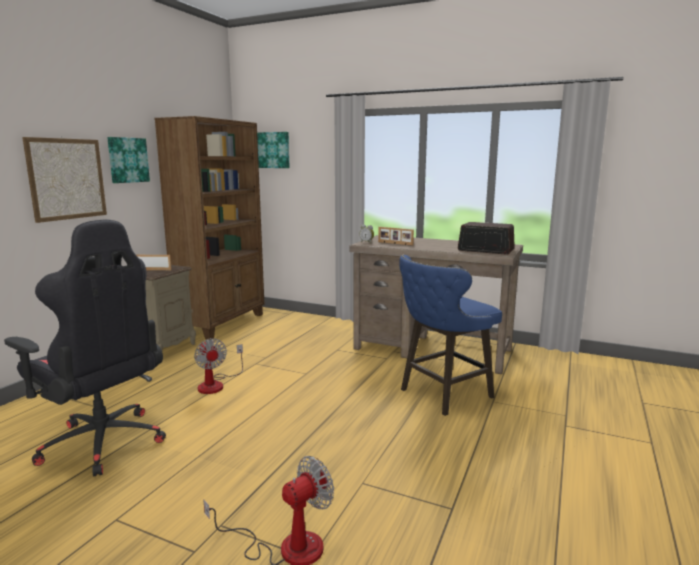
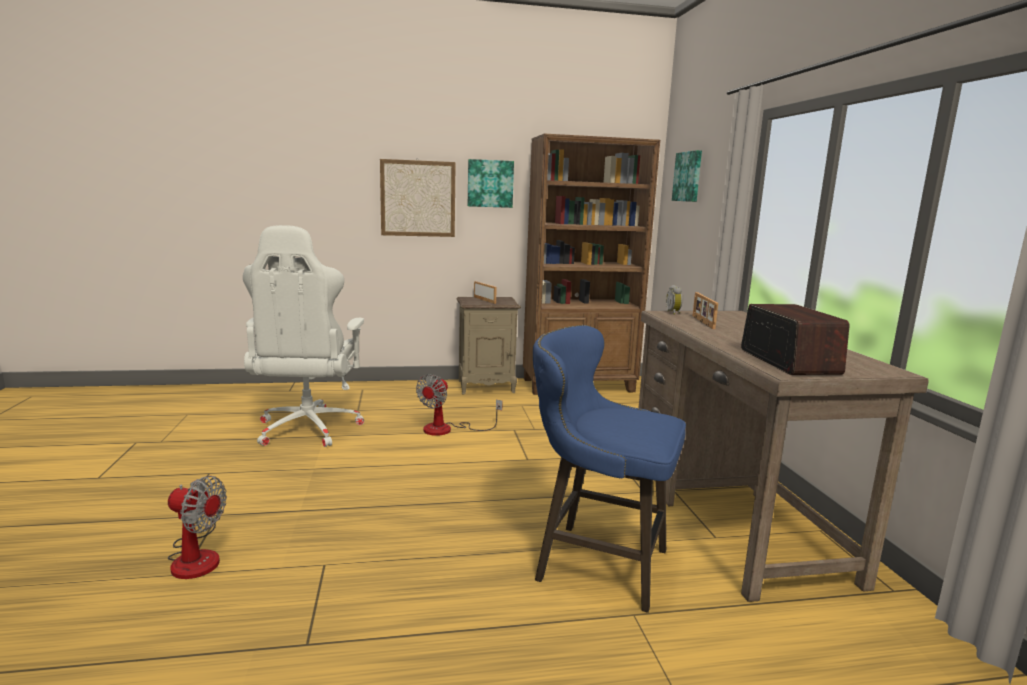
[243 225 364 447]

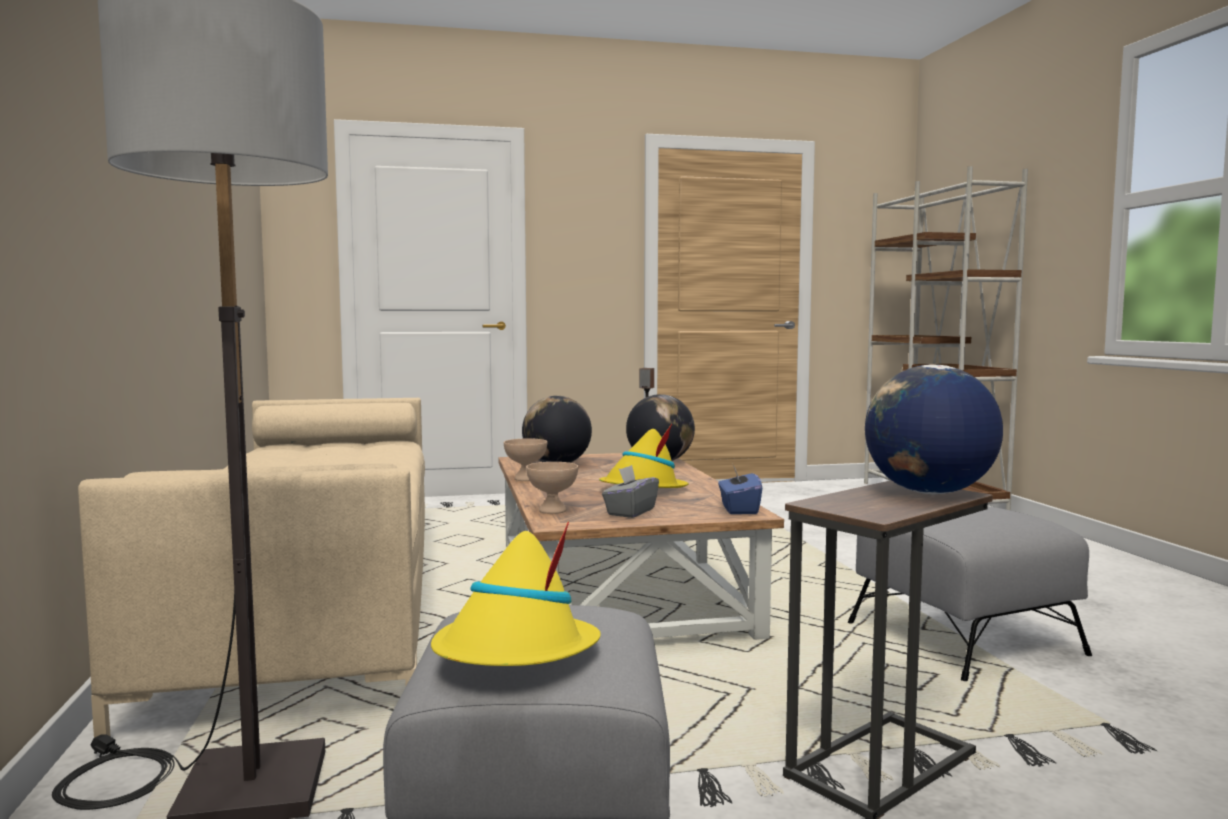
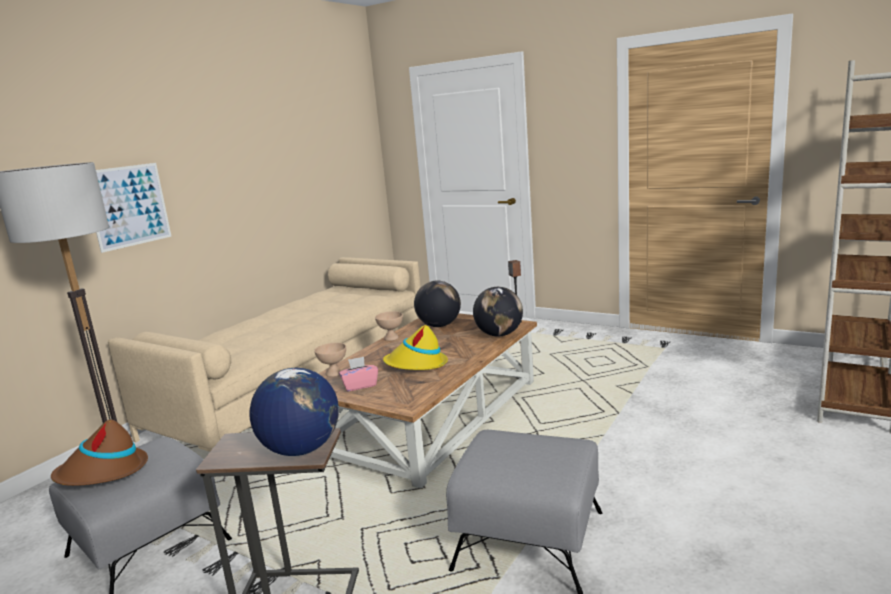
[51 420 148 486]
[339 357 378 391]
[718 465 762 514] (first image)
[96 163 172 253]

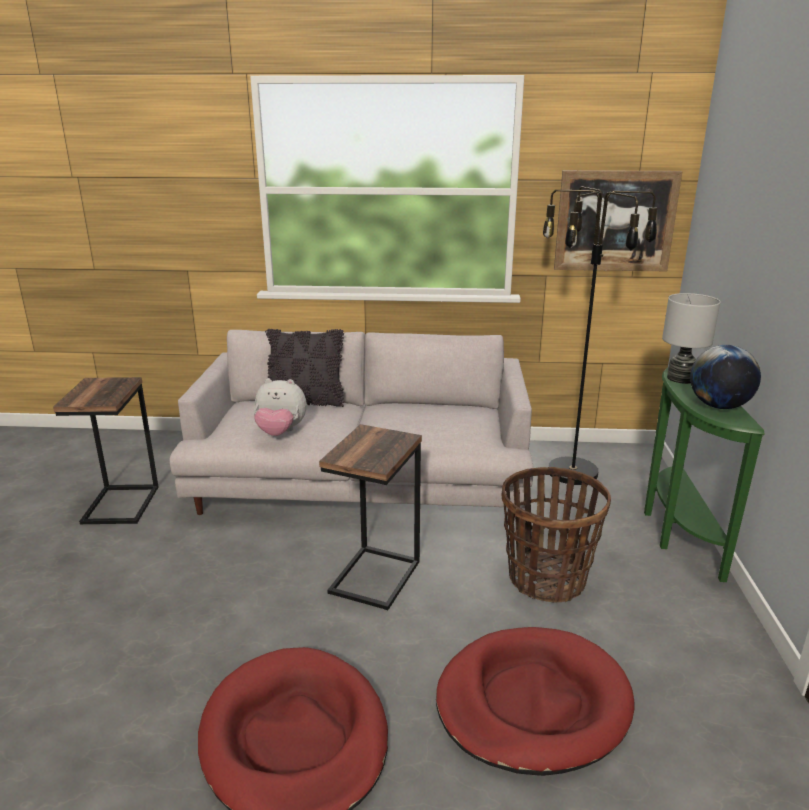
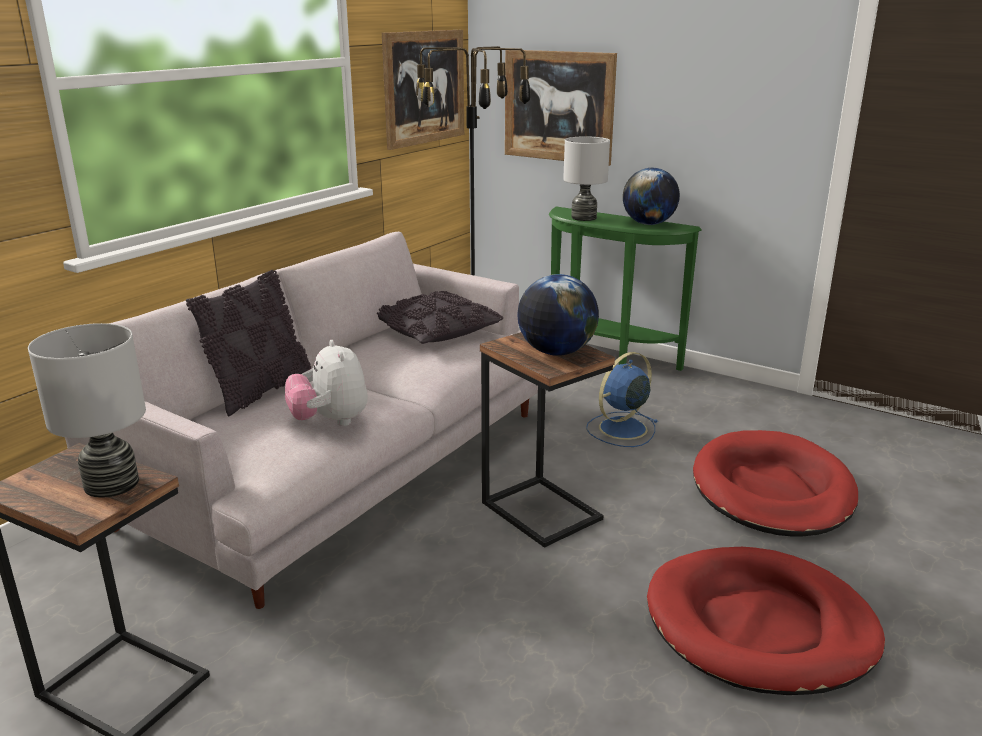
[285 340 368 426]
[586 352 658 447]
[28 323 146 498]
[377 291 503 344]
[505 50 617 166]
[517 274 599 356]

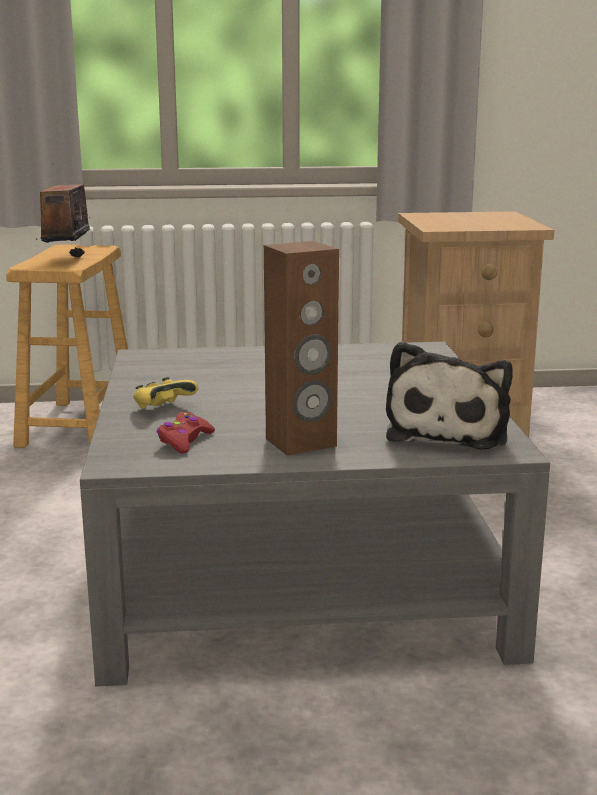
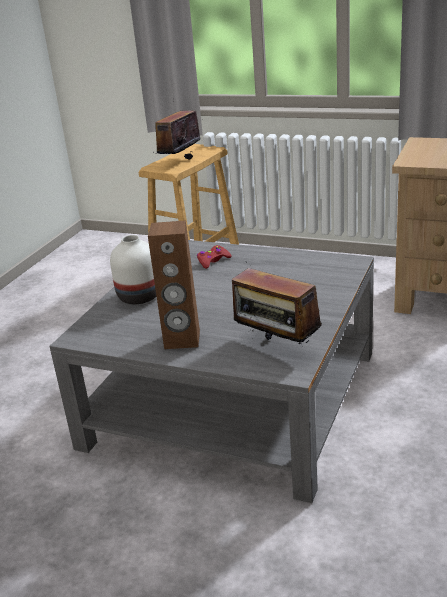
[110 235 156 304]
[197 245 232 269]
[232 262 322 345]

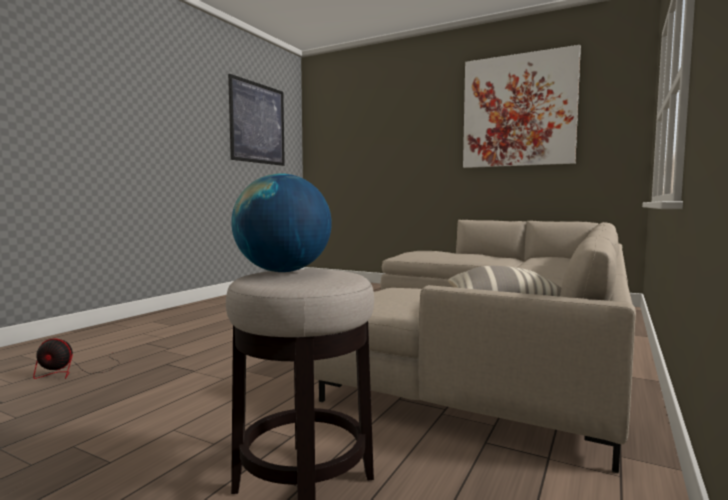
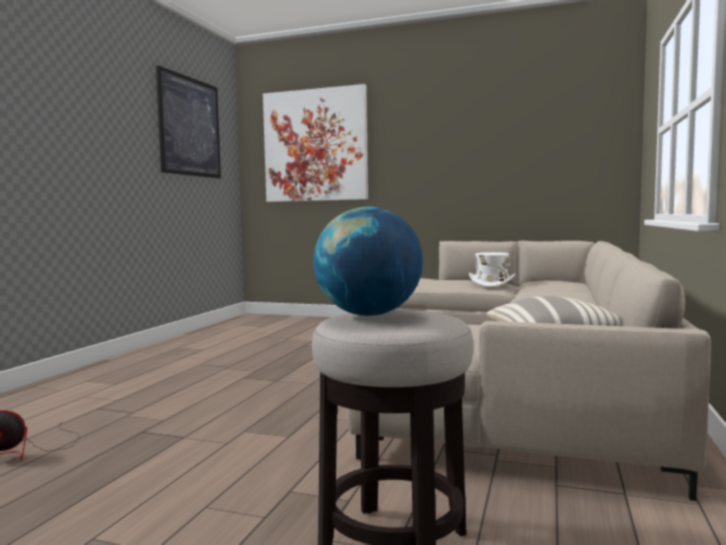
[263 84 368 202]
[469 252 515 287]

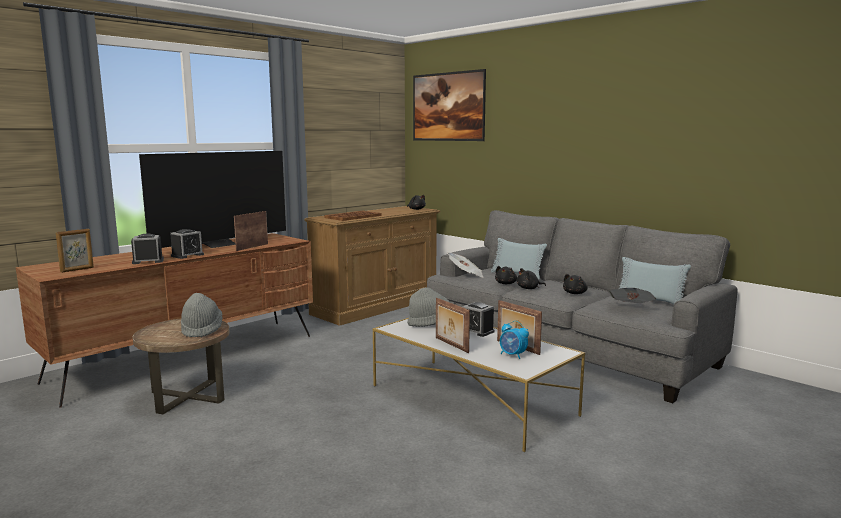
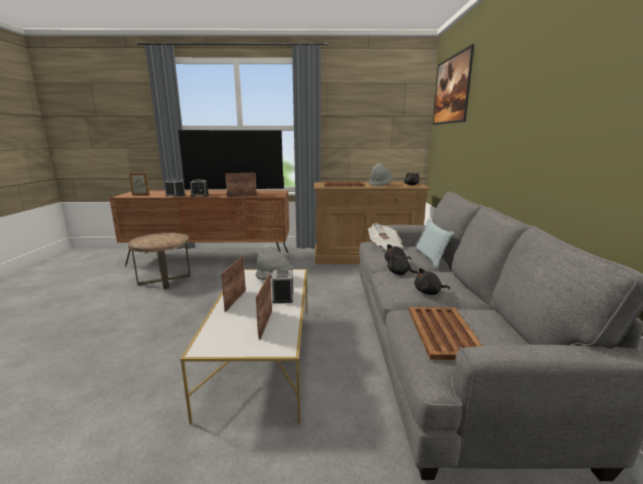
[369 163 393 187]
[500 321 529 359] (first image)
[409 307 482 360]
[619 257 691 305] (first image)

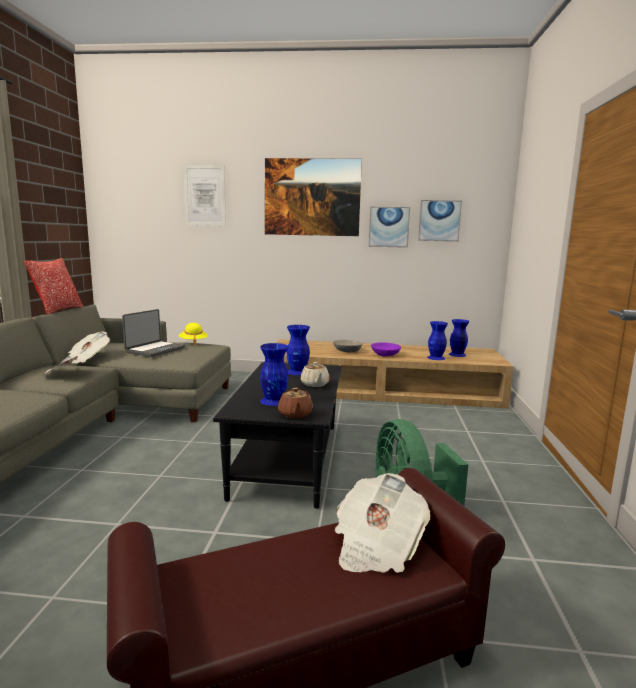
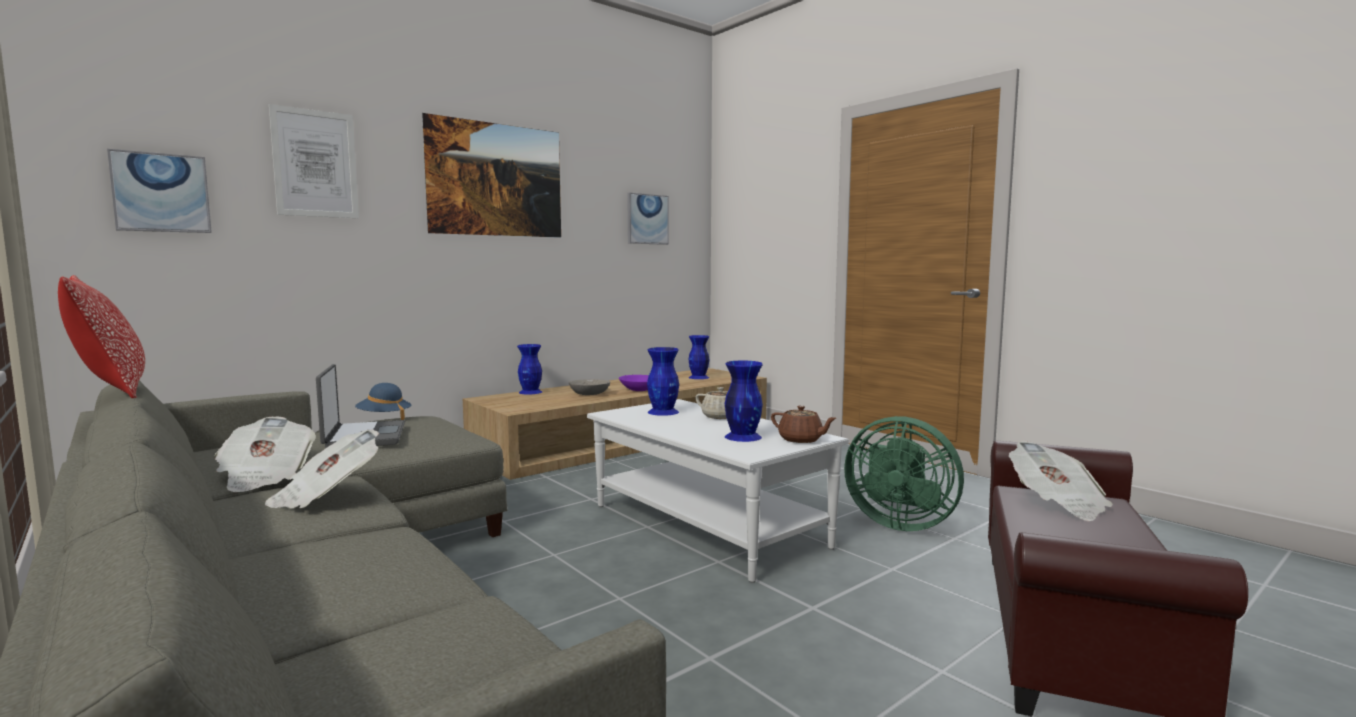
[355 383 412 420]
[587 399 849 583]
[107 149 212 233]
[517 344 542 395]

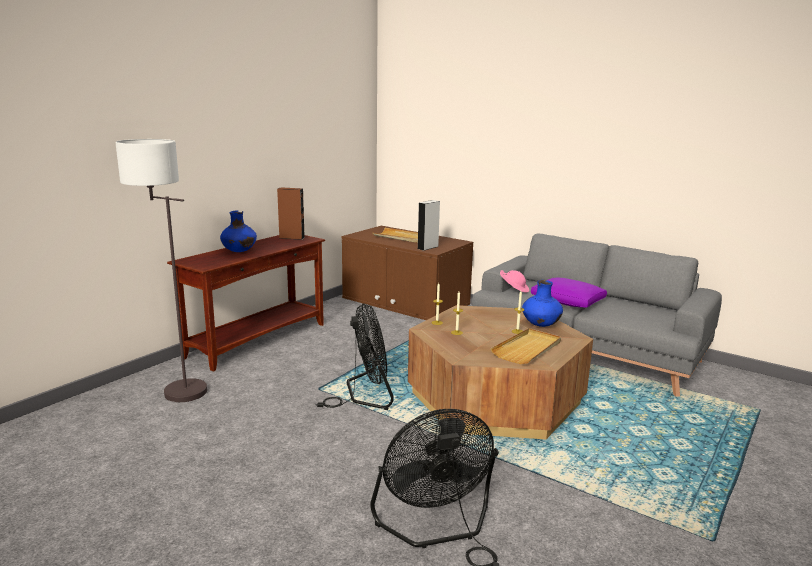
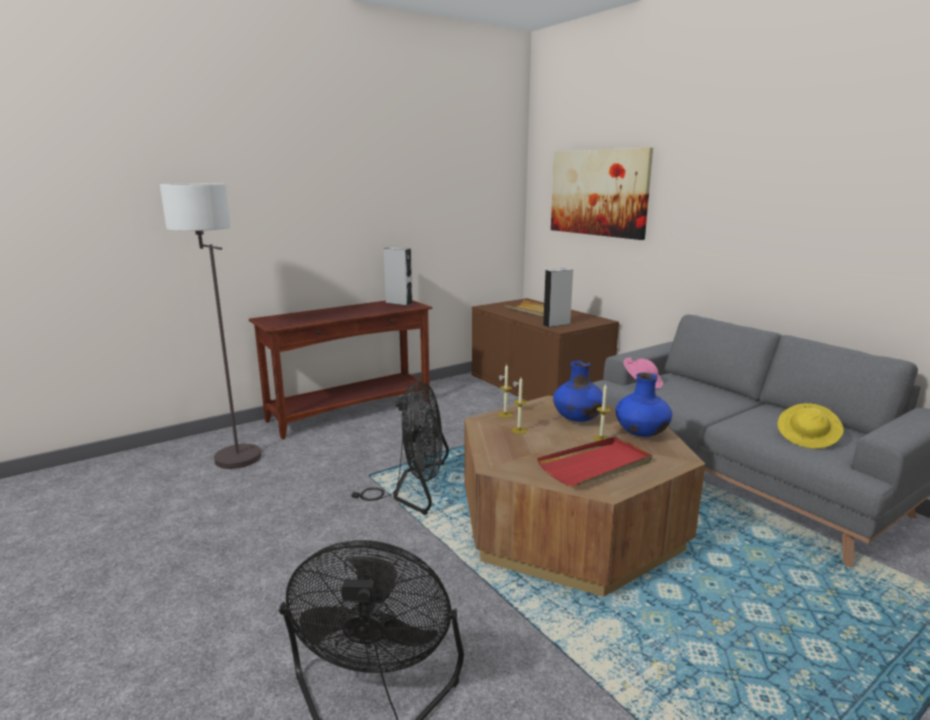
[553 361 603 422]
[384 247 412 306]
[537 436 652 487]
[531 278 607 308] (first image)
[551 148 653 240]
[778 403 844 449]

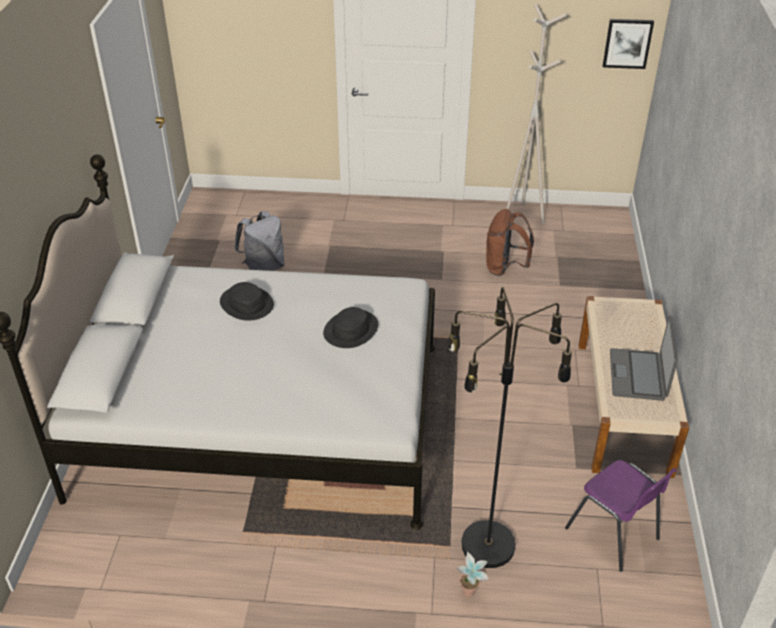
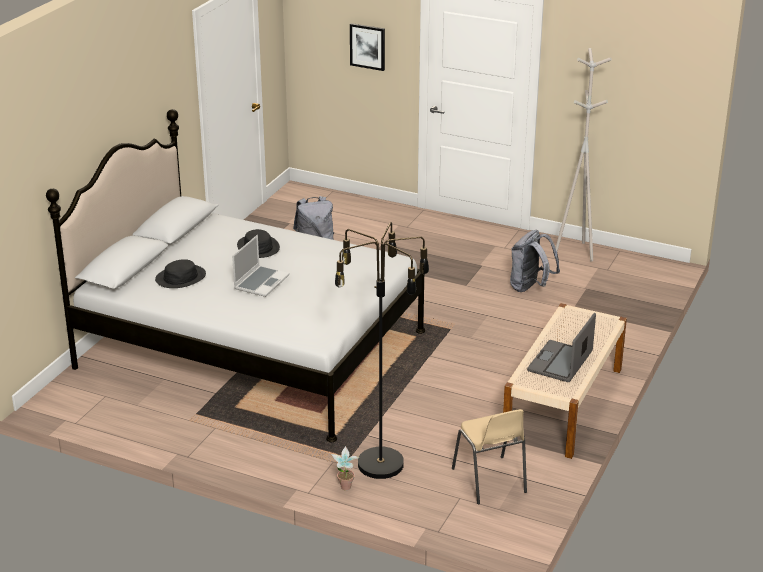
[155 259 206 288]
[510 230 560 292]
[452 409 527 504]
[350 23 385 71]
[232 235 289 297]

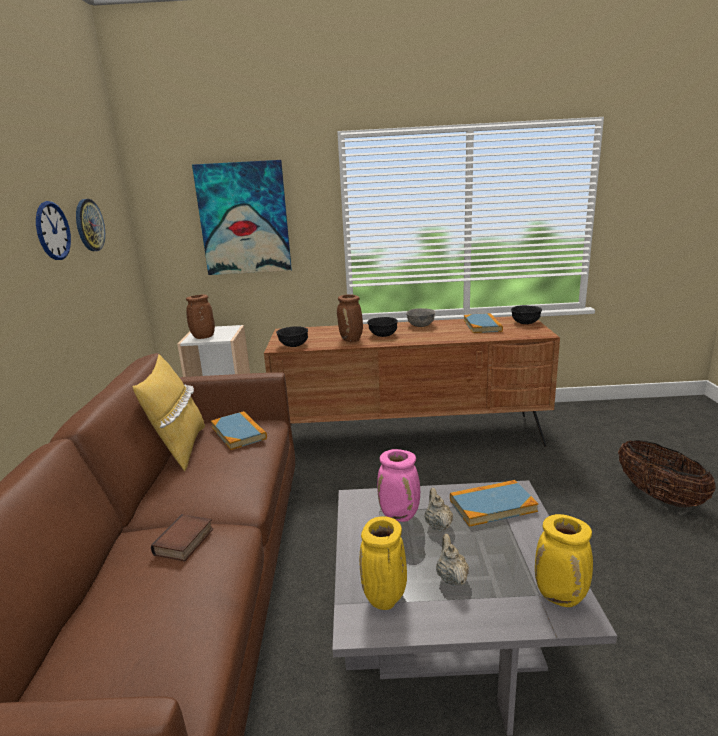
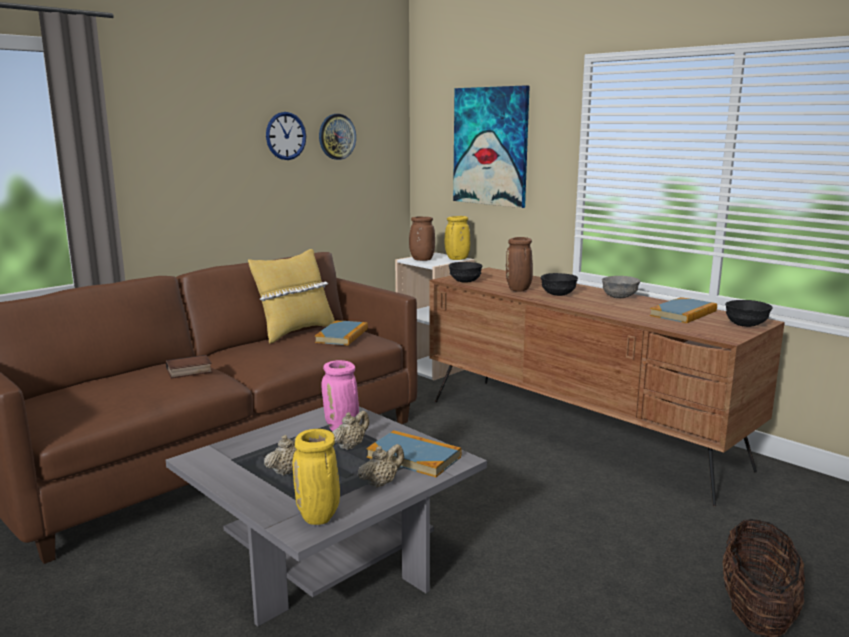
[445 216 470 260]
[358 444 404 488]

